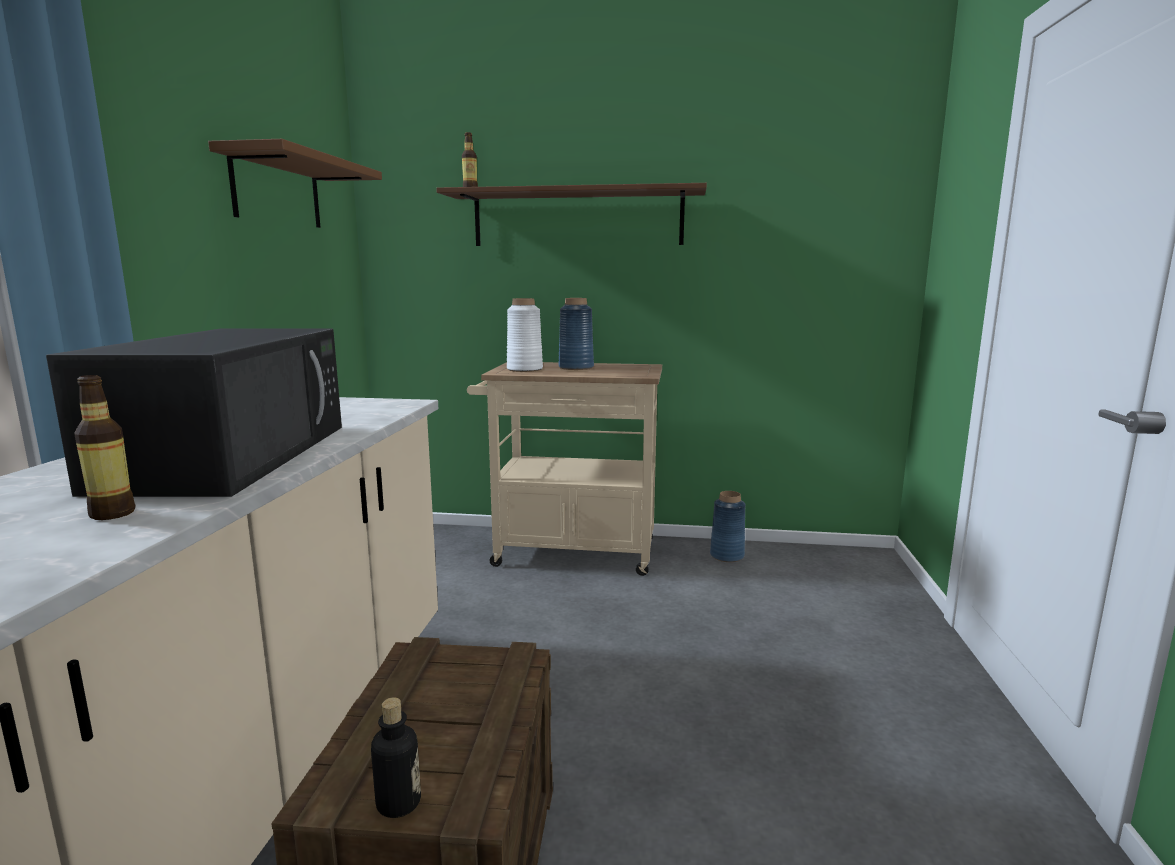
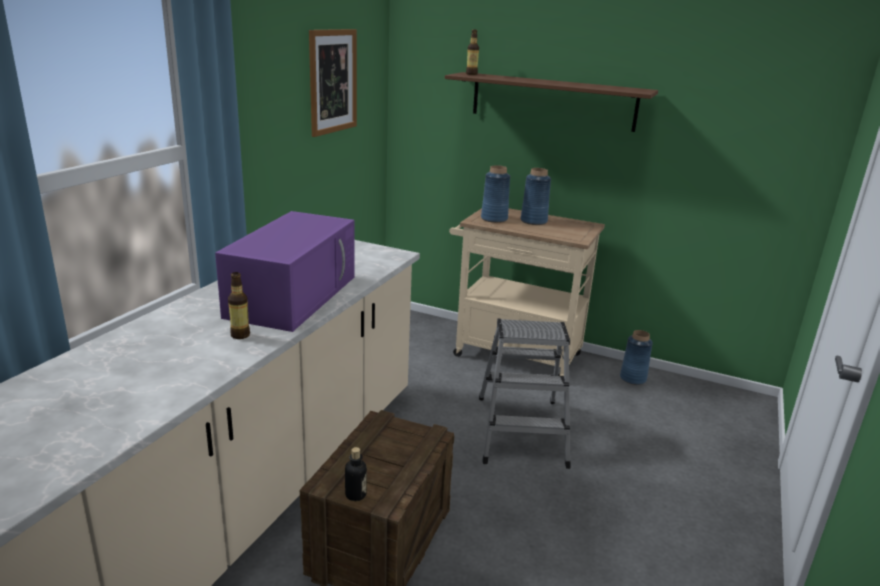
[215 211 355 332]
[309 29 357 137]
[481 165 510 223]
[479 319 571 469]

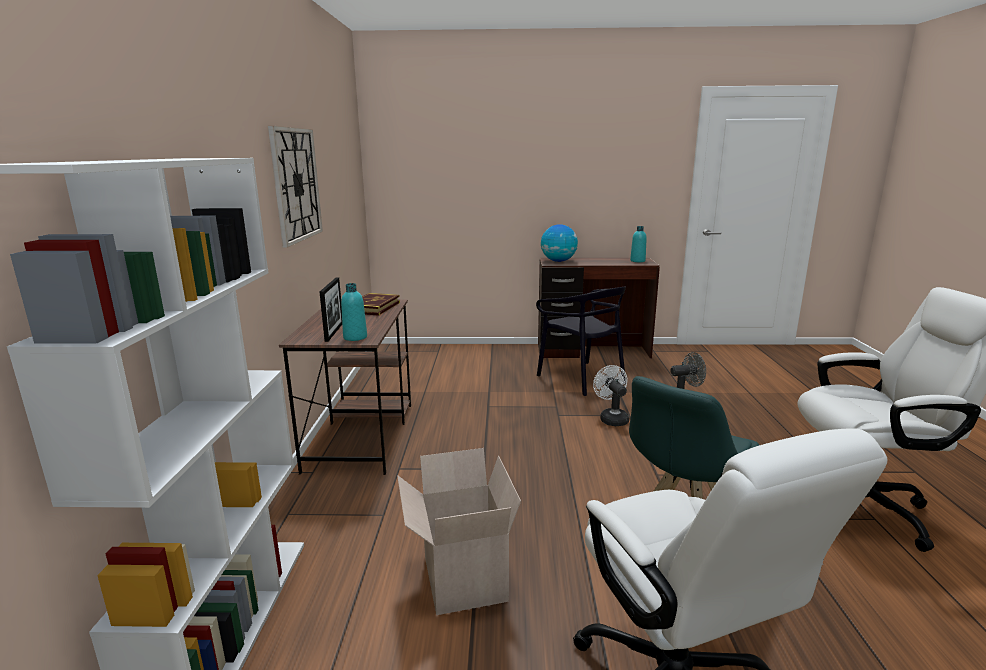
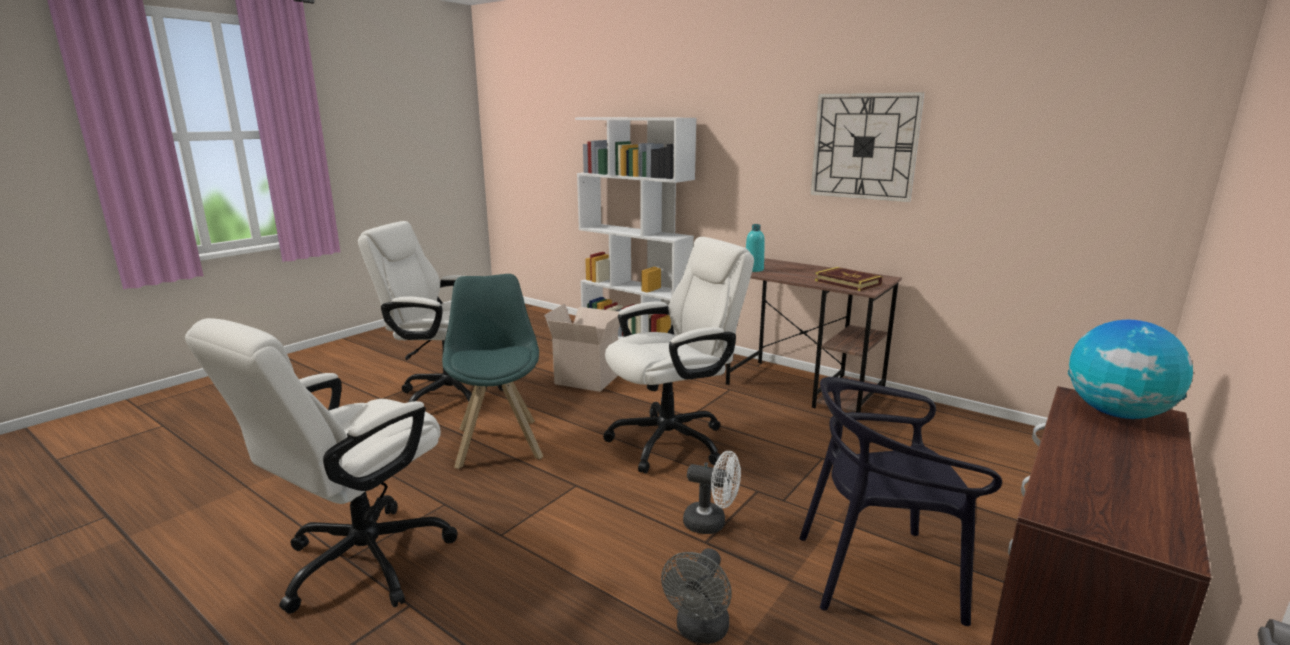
[320 278 342 342] (first image)
[630 226 647 262] (first image)
[603 237 754 473]

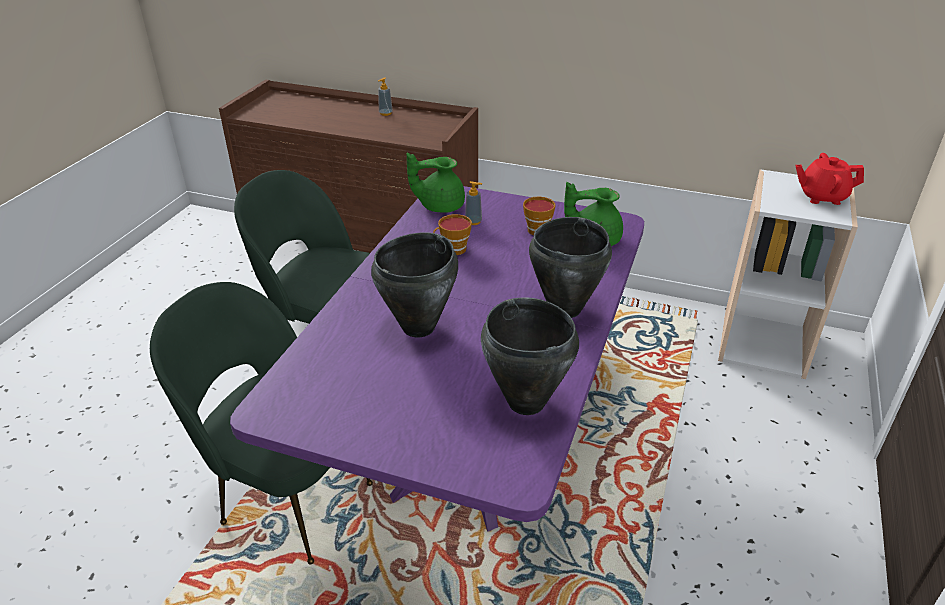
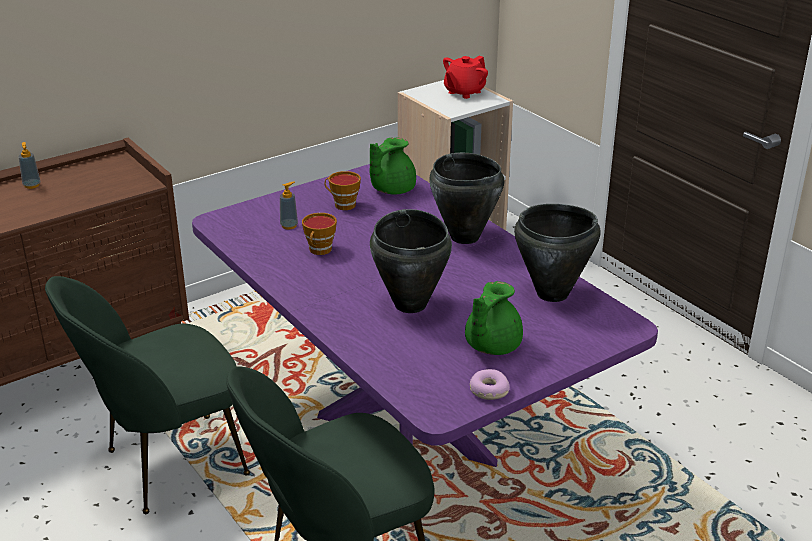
[465 281 523 355]
[470 369 510 400]

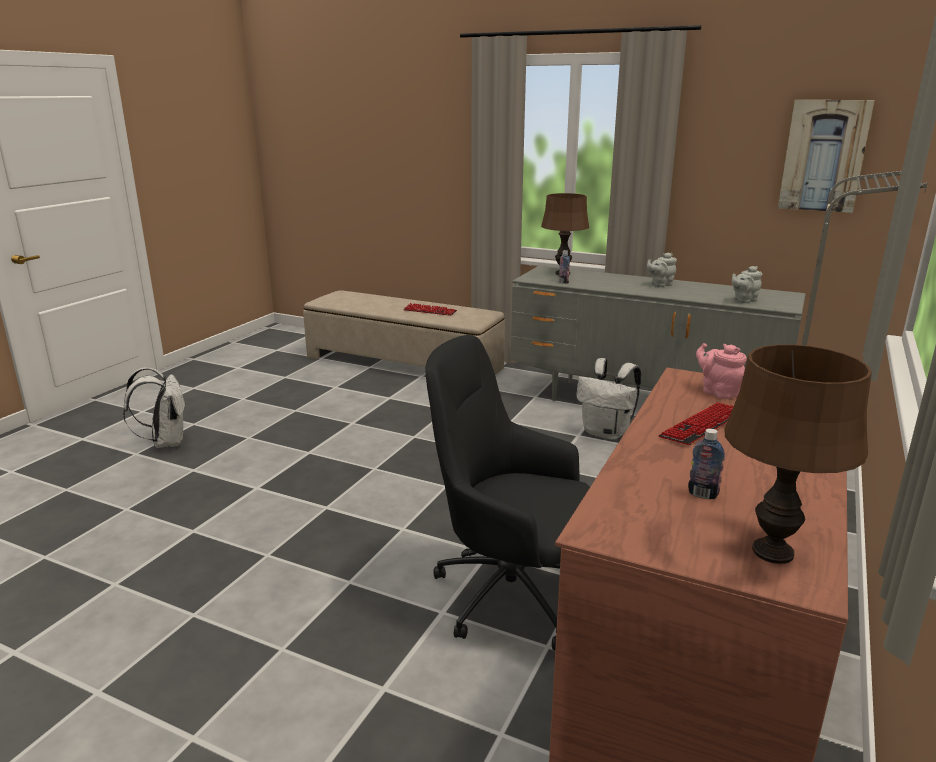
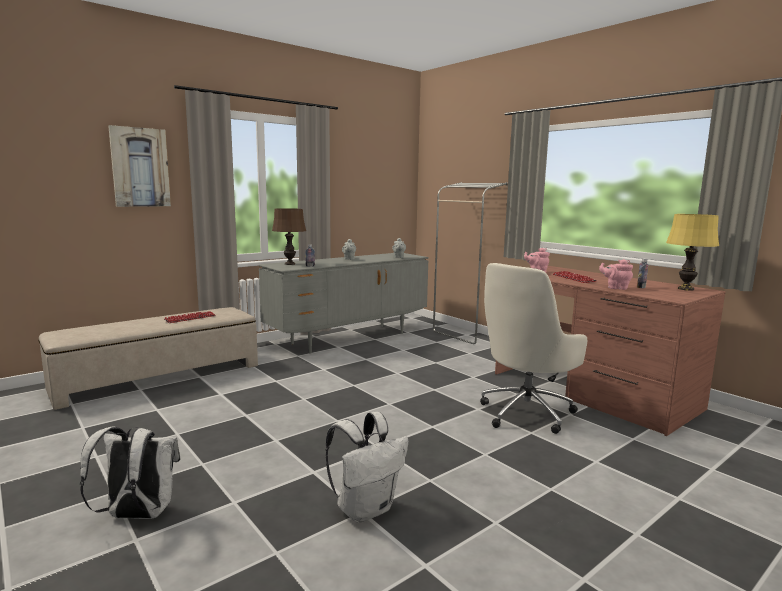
[480 263 587 434]
[326 412 409 523]
[666 214 719 291]
[108 125 171 207]
[599 259 633 290]

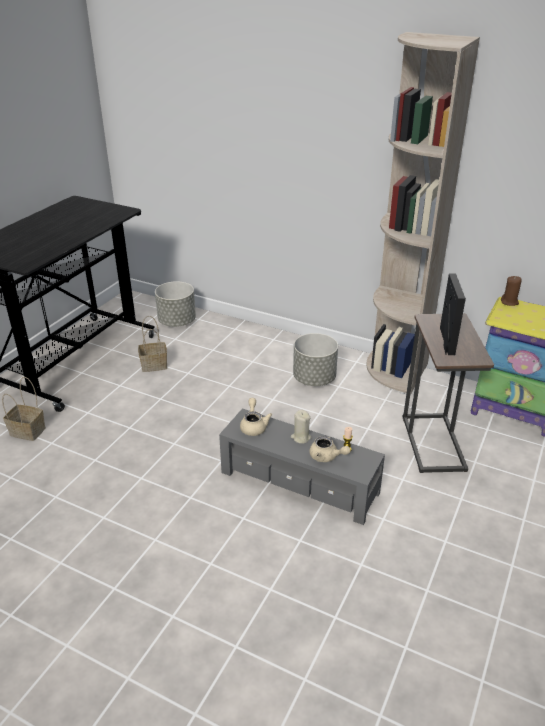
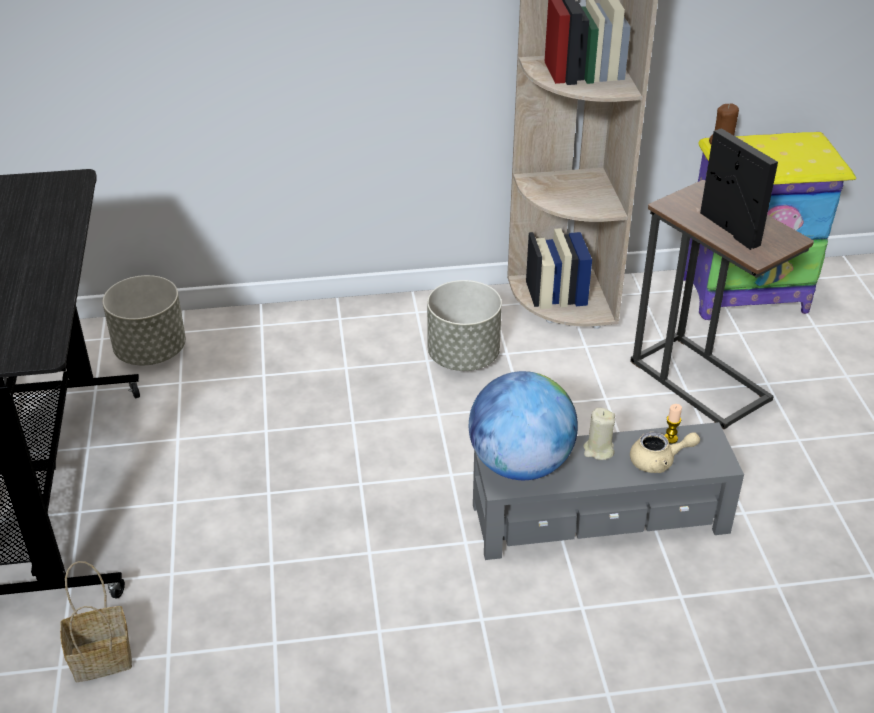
[138 316 167 372] (first image)
[469 371 578 480]

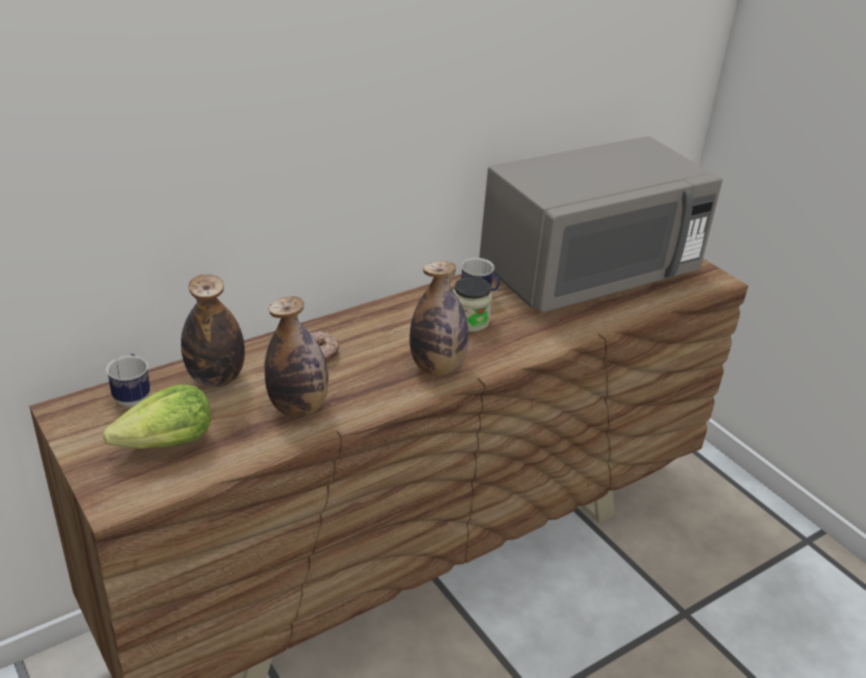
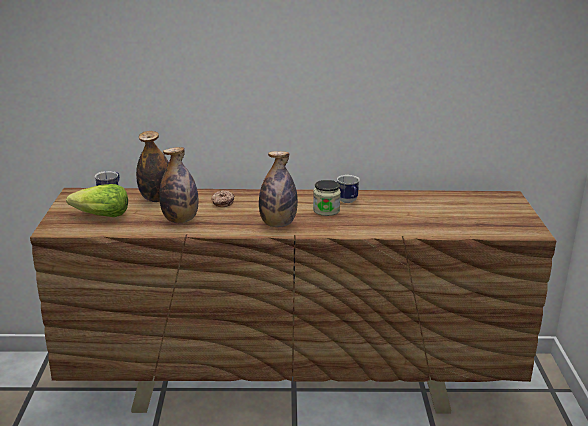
[479 136 723 312] (first image)

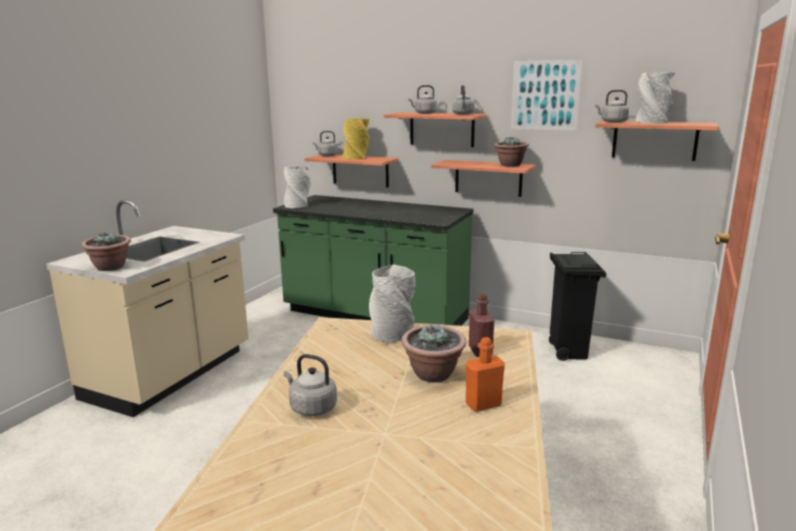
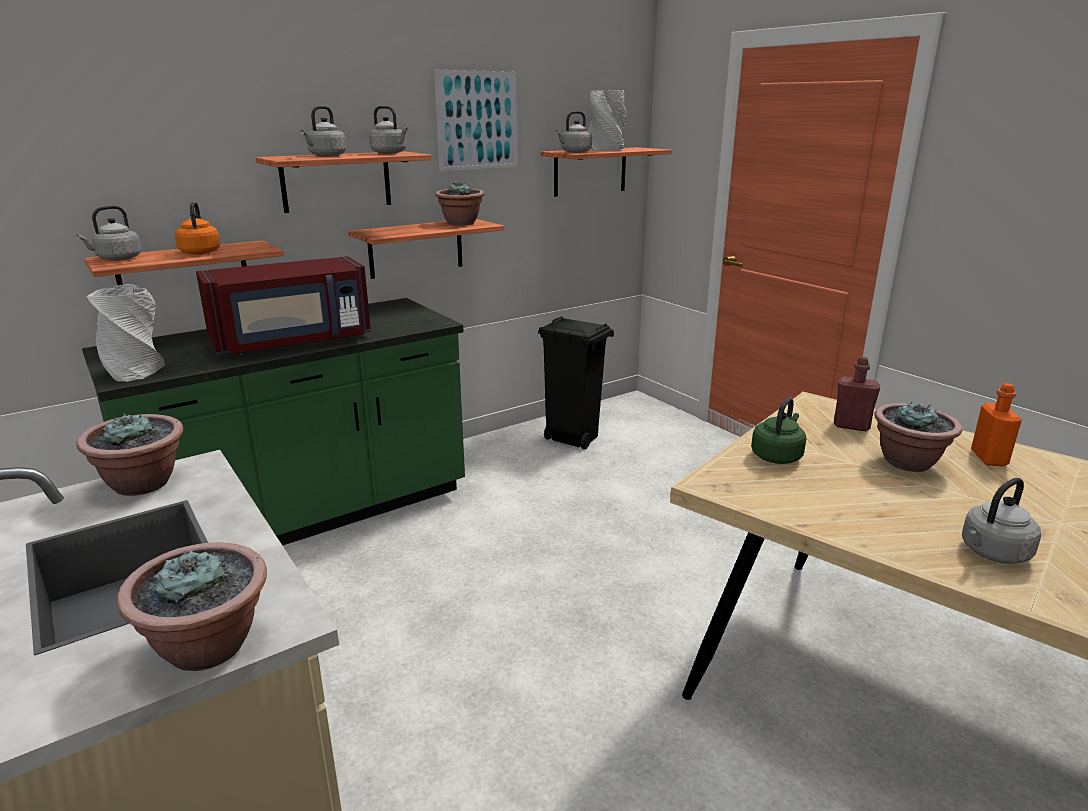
[175 202 220 255]
[751 397 806 464]
[76 413 183 496]
[196 256 371 355]

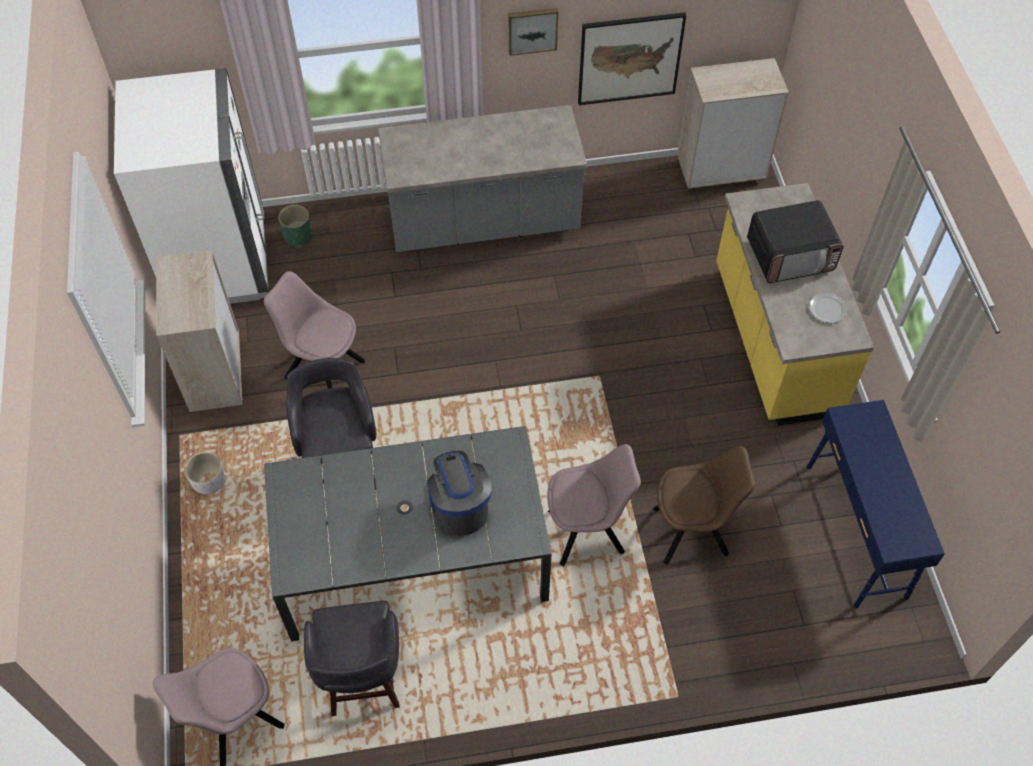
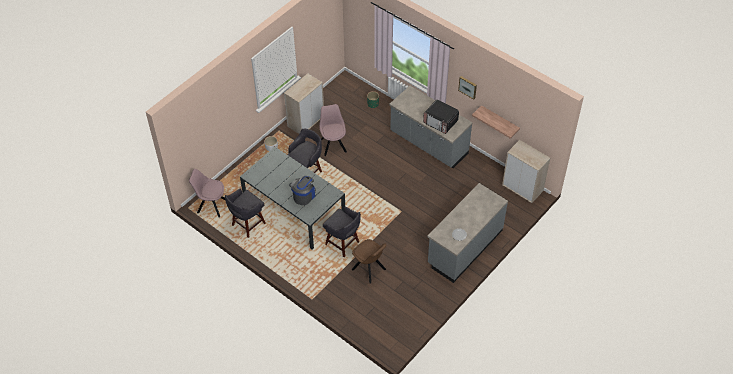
[114 68 269 304] (first image)
[323 207 361 257]
[472 105 520 139]
[427 183 508 283]
[423 99 459 134]
[807 400 945 608] (first image)

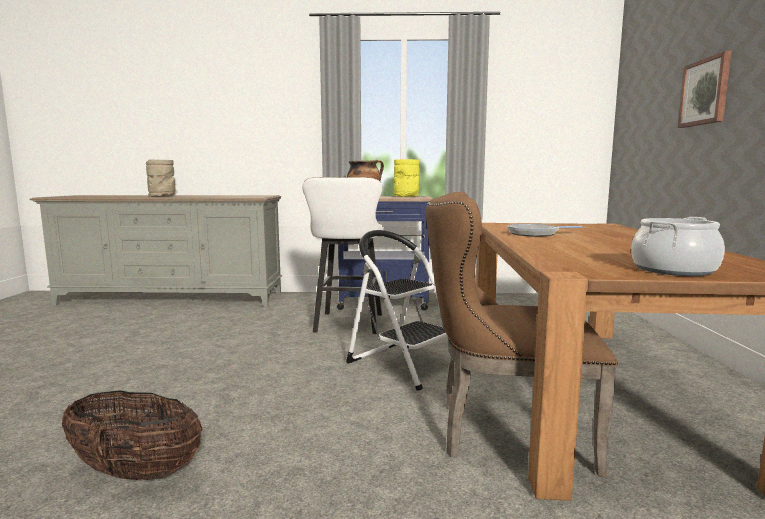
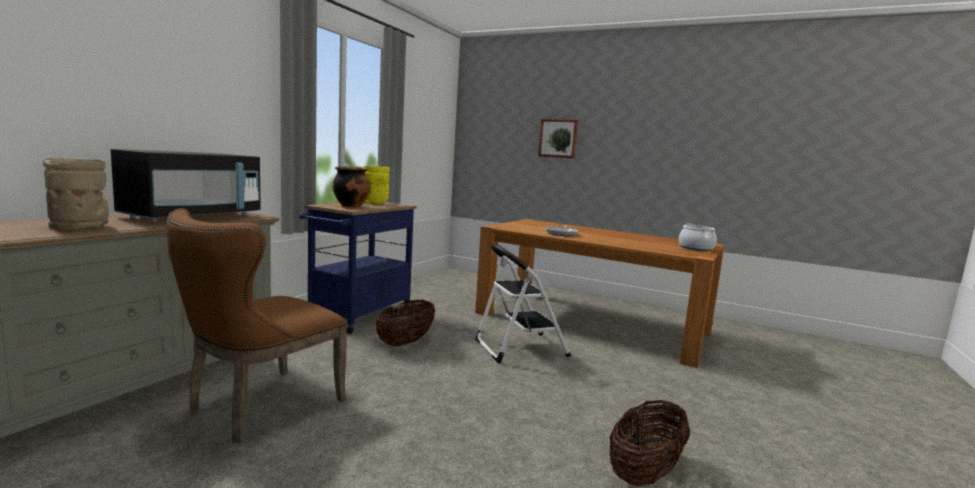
[376 300 435 346]
[166 208 347 443]
[111 149 261 222]

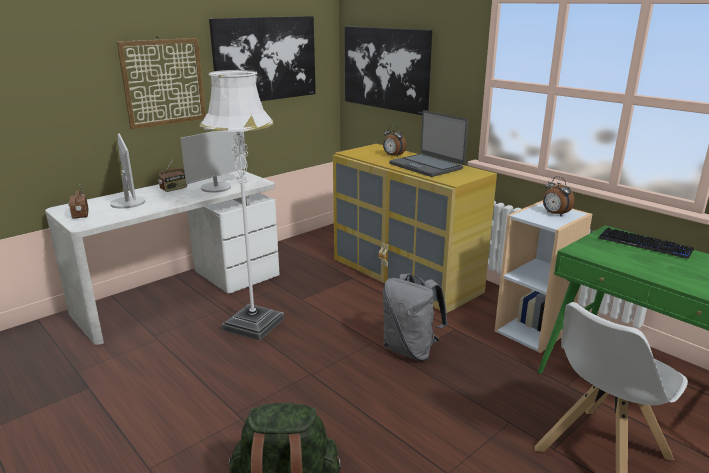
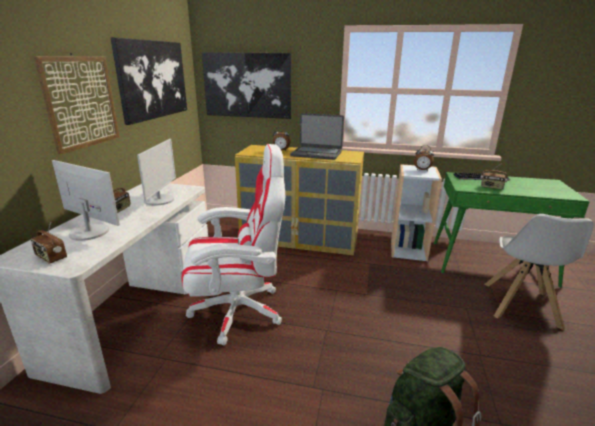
[182 144 285 345]
[383 273 448 361] (first image)
[480 165 507 189]

